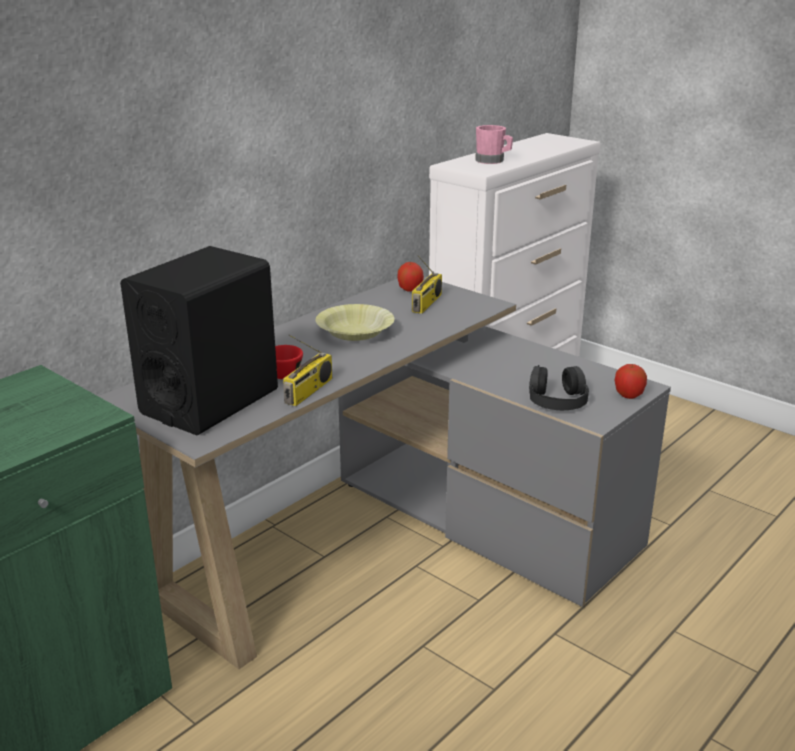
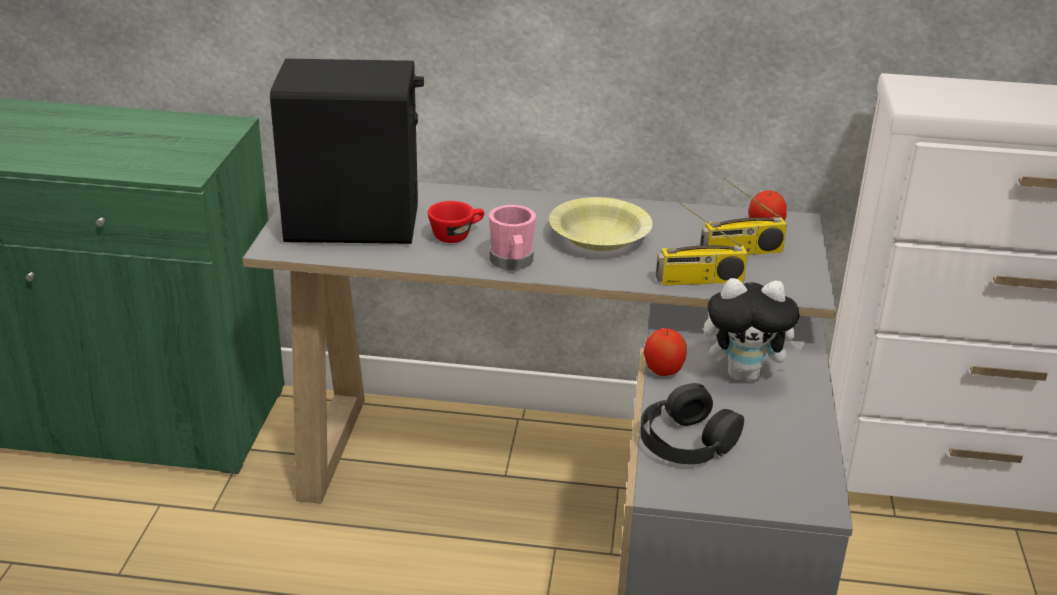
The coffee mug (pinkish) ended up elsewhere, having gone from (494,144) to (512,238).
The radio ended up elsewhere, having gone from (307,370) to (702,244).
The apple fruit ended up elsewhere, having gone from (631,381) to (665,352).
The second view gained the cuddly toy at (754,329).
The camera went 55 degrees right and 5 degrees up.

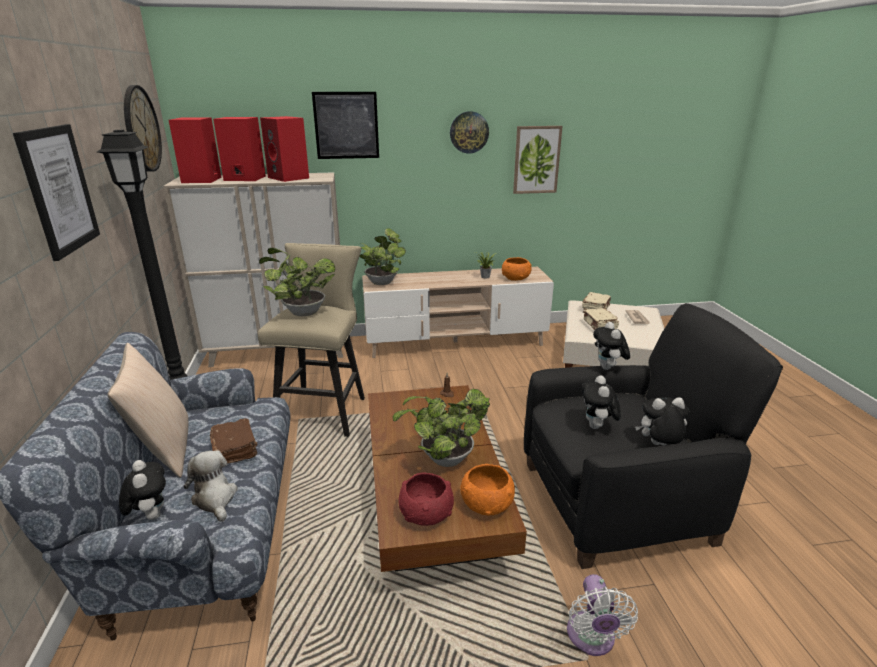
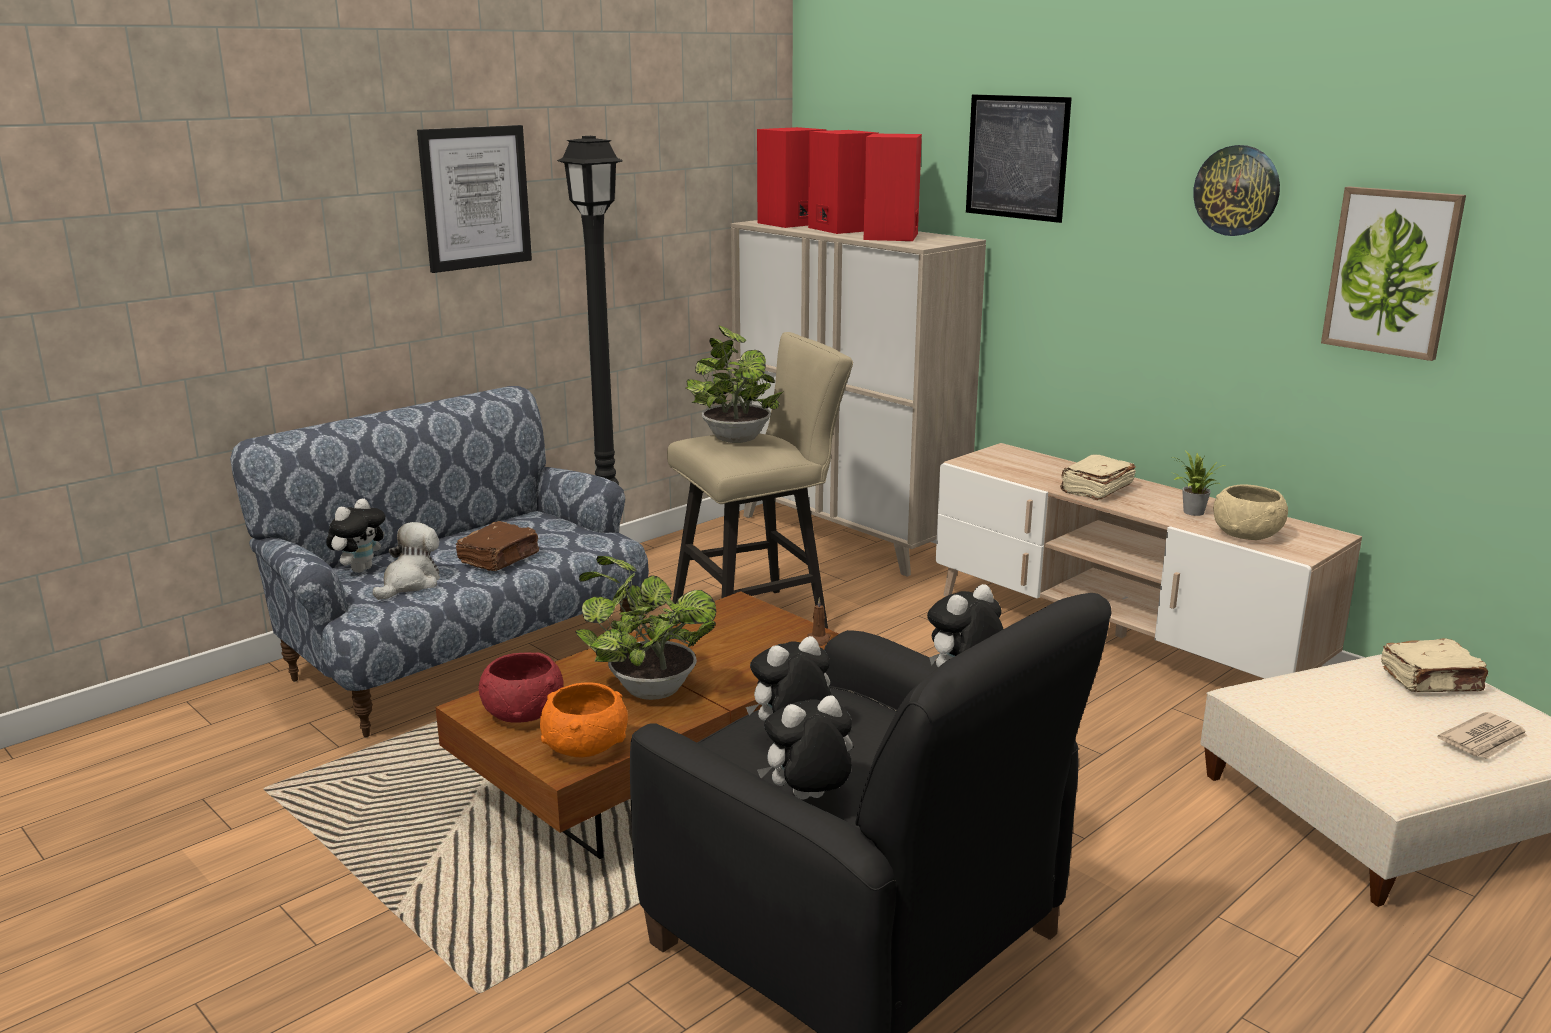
The second view lost the hanging clock at (143,128).
The second view lost the potted plant at (382,256).
What was the serving bowl (orange) at (517,269) turned into the serving bowl (beige-coloured) at (1250,512).
The bound book (beige-coloured) ended up elsewhere, having gone from (601,319) to (1098,477).
The second view lost the throw pillow (beige-coloured) at (148,410).
The cuddly toy at (662,421) ended up facing another way, 75 degrees counterclockwise from before.
The second view lost the electric fan (whitish) at (602,615).
The camera went 55 degrees right and 5 degrees down.

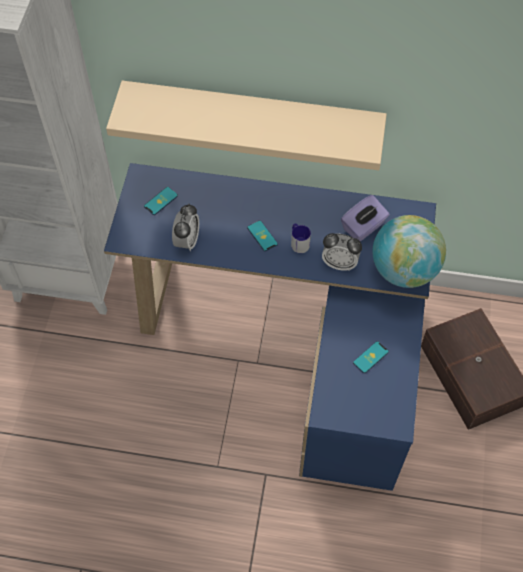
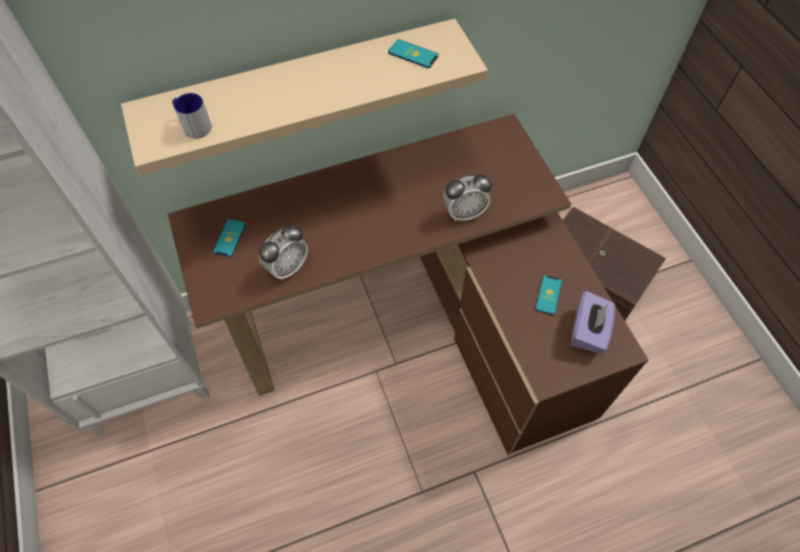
What was the desk (blue-coloured) at (270,327) turned into the desk (brown-coloured) at (408,284).
The tissue holder (purple) ended up elsewhere, having gone from (365,218) to (593,322).
The bedside clock at (185,227) ended up facing another way, 60 degrees clockwise from before.
The second view lost the desk globe at (409,251).
The handset ended up elsewhere, having gone from (262,235) to (413,53).
The coffee mug ended up elsewhere, having gone from (301,238) to (192,116).
The camera went 30 degrees left and 0 degrees up.

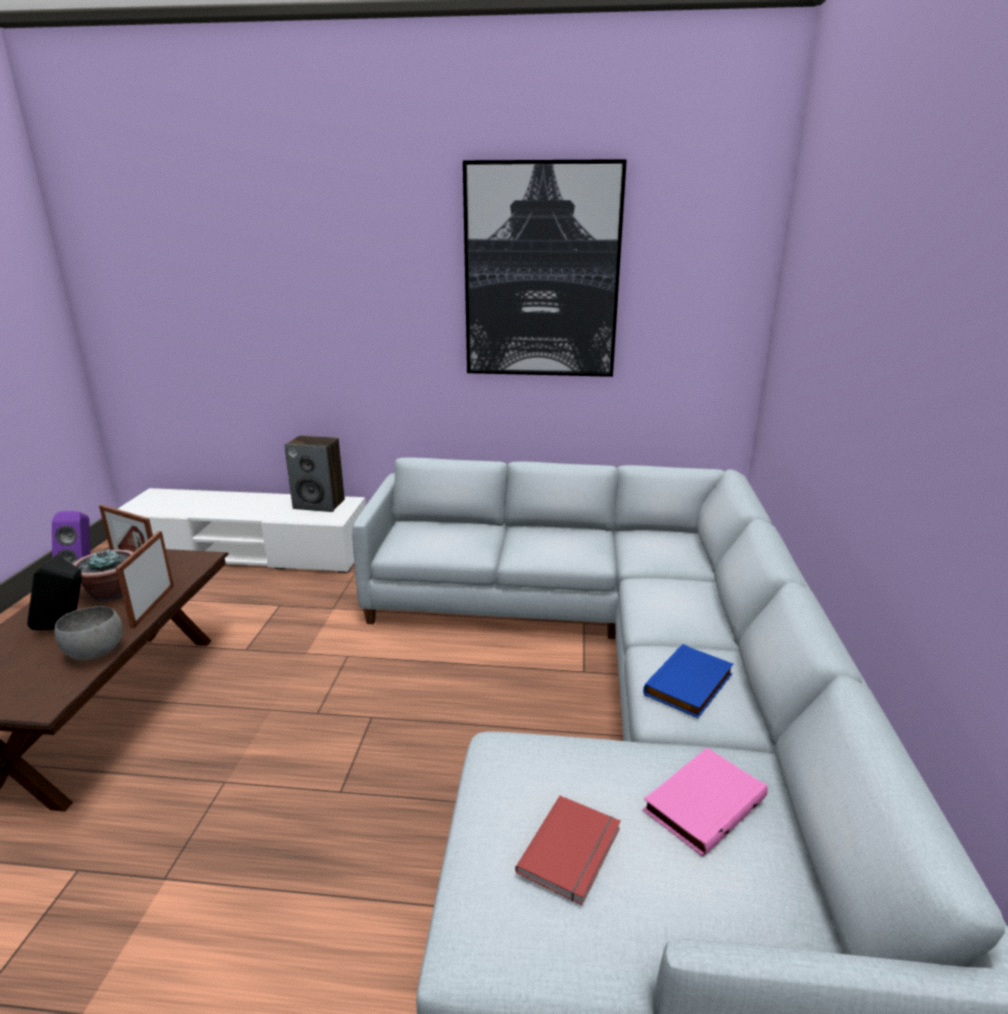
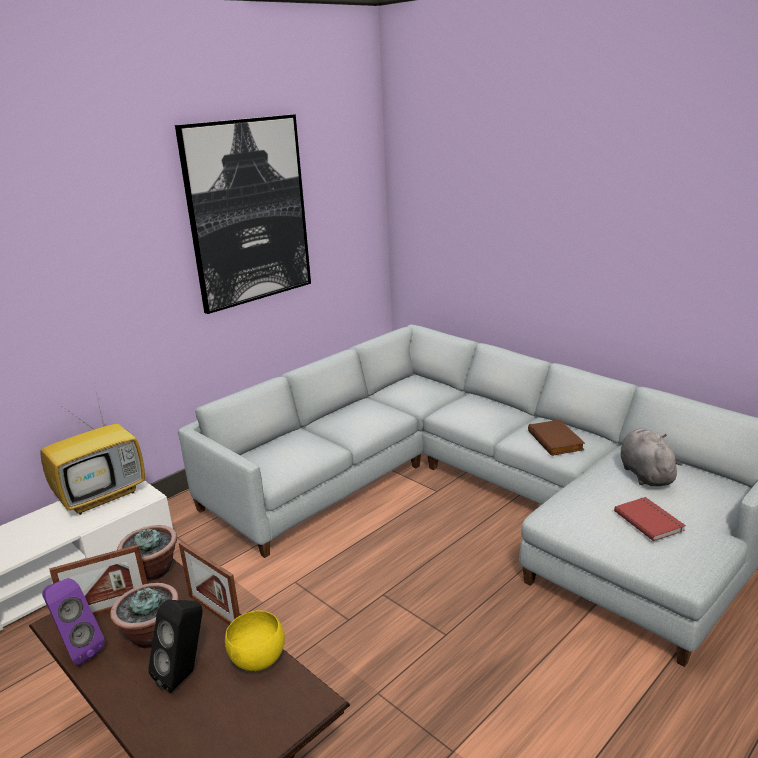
Where the loudspeaker stood at (314,474), the television came to stand at (92,452).
What was the serving bowl (grey) at (88,633) turned into the serving bowl (yellow-coloured) at (255,640).
What was the bound book (blue-coloured) at (688,681) turned into the bound book (brown-coloured) at (556,438).
Where the bound book (pinkish) stood at (705,802), the cuddly toy (grey) came to stand at (651,457).
The second view gained the potted plant at (147,553).
The camera went 50 degrees left and 0 degrees up.

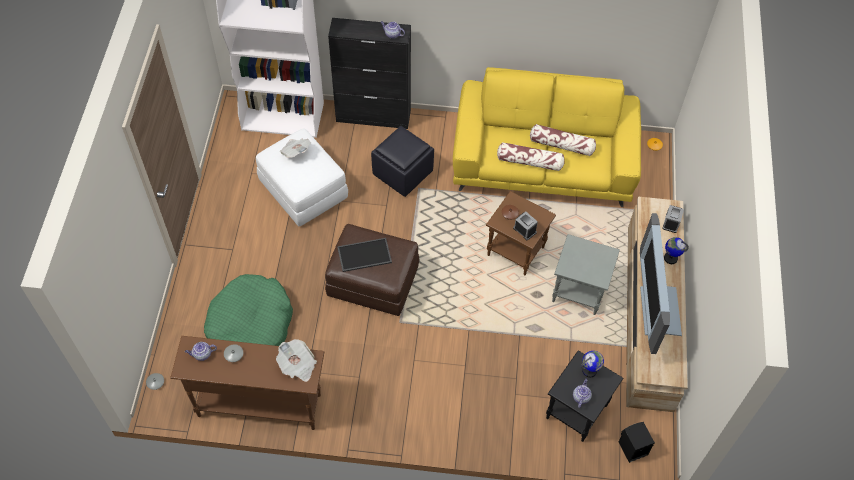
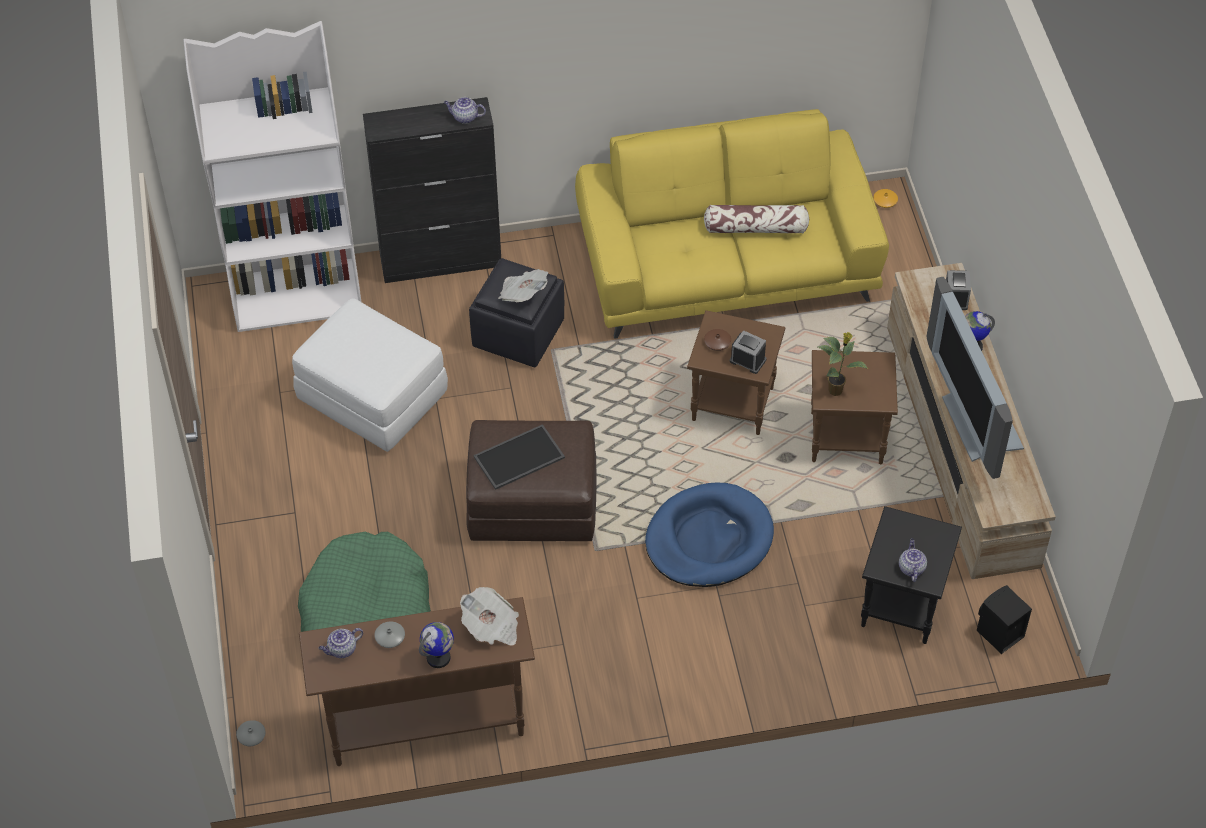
The daily paper ended up elsewhere, having gone from (295,148) to (523,285).
The second view lost the throw pillow at (531,157).
What was the accent table (grey) at (586,274) turned into the accent table (brown-coloured) at (854,407).
The desk globe ended up elsewhere, having gone from (592,364) to (436,645).
The second view gained the potted plant at (842,364).
The second view gained the pet bed (blue-coloured) at (709,535).
The camera went 15 degrees left and 5 degrees down.

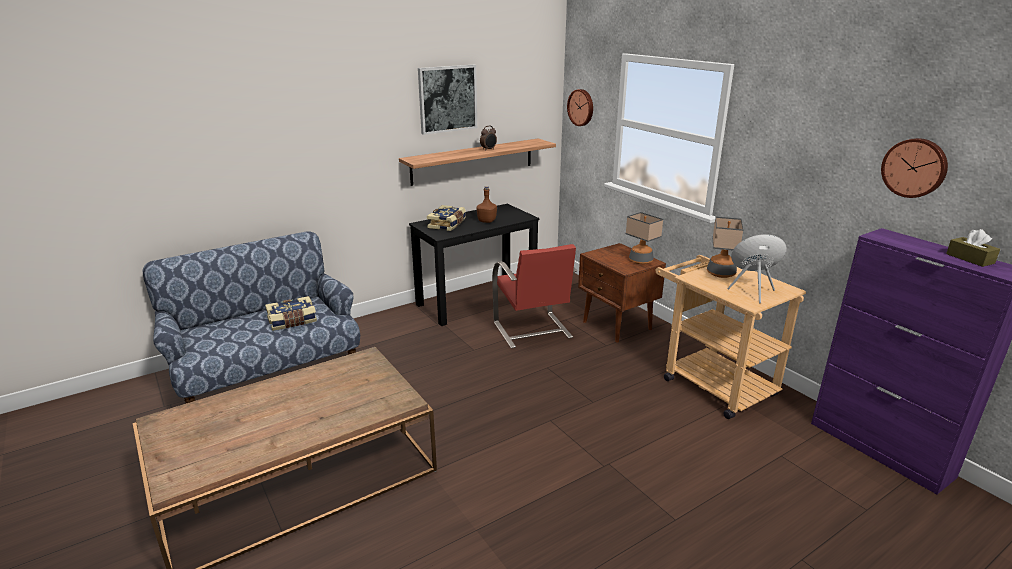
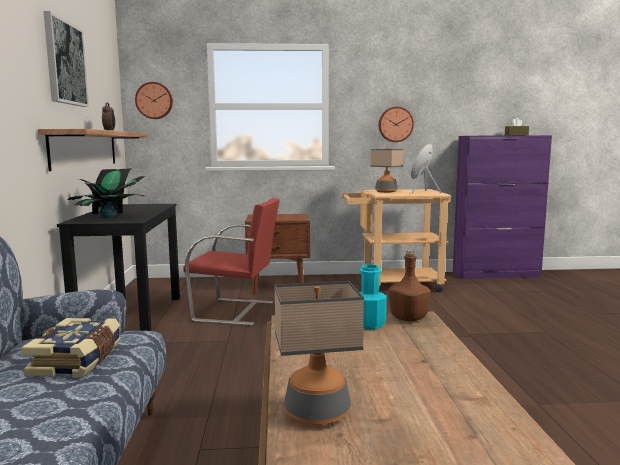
The hanging clock ended up elsewhere, having gone from (914,168) to (396,124).
The bottle (brown-coloured) ended up elsewhere, having gone from (487,204) to (410,286).
Where the bound book stood at (446,218), the potted plant came to stand at (106,193).
The lamp for a table ended up elsewhere, having gone from (644,238) to (319,353).
The second view gained the bottle (turquoise) at (373,296).
The camera went 60 degrees left and 15 degrees down.

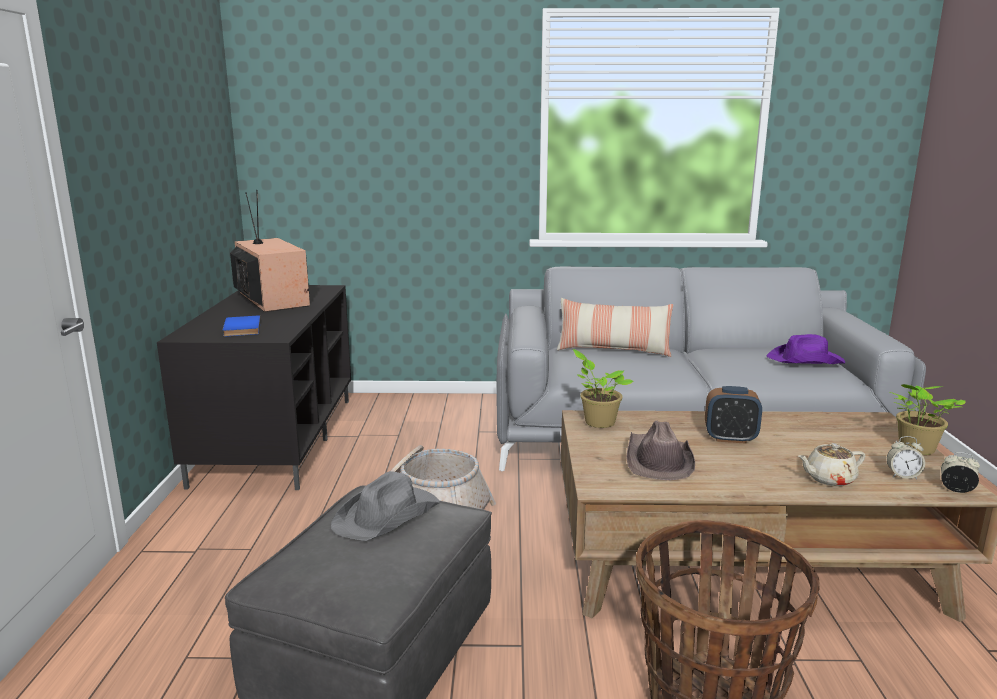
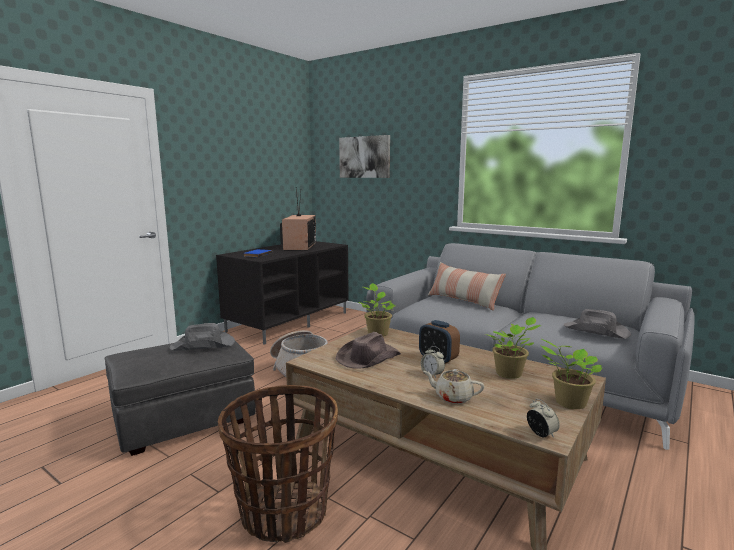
What was the clothing hat (purple) at (806,349) turned into the clothing hat (grey) at (597,324).
The bedside clock ended up elsewhere, having gone from (906,457) to (433,362).
The second view gained the picture at (364,156).
The second view gained the potted plant at (513,348).
The camera went 35 degrees right and 5 degrees down.

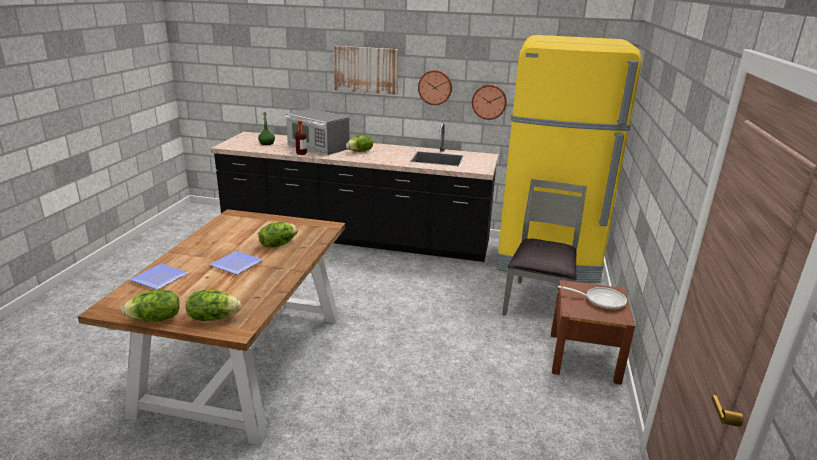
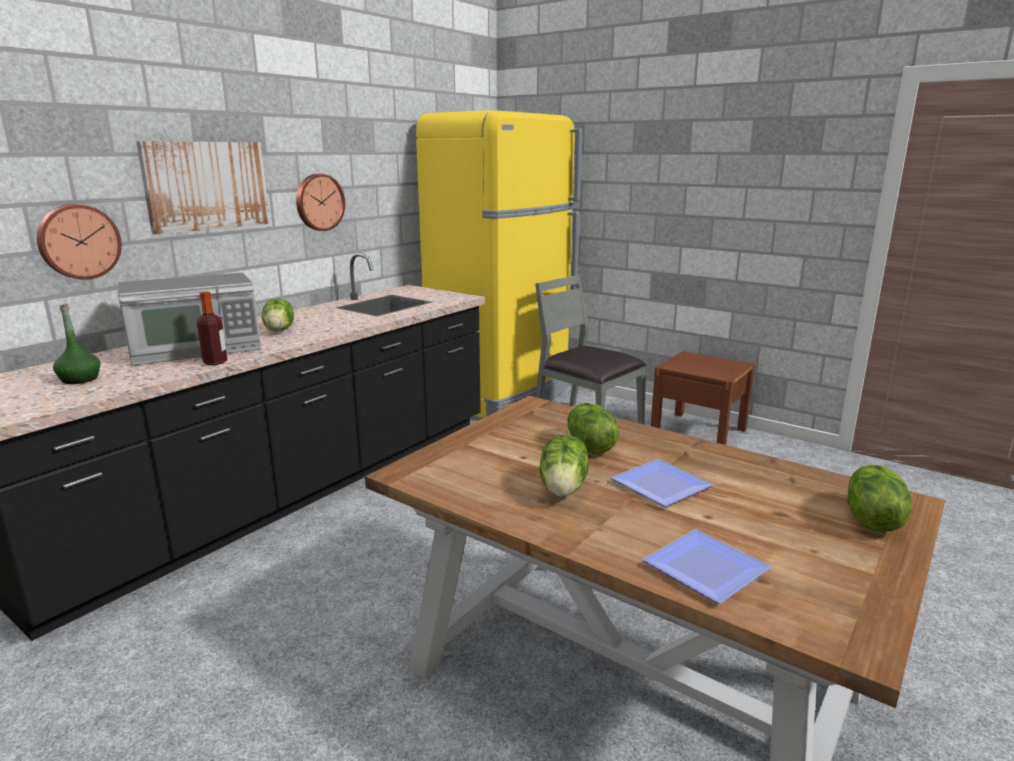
The hanging clock ended up elsewhere, having gone from (489,102) to (79,242).
The second view lost the pan at (592,298).
The lettuce ended up elsewhere, having gone from (151,306) to (564,466).
The camera went 65 degrees left and 5 degrees down.

